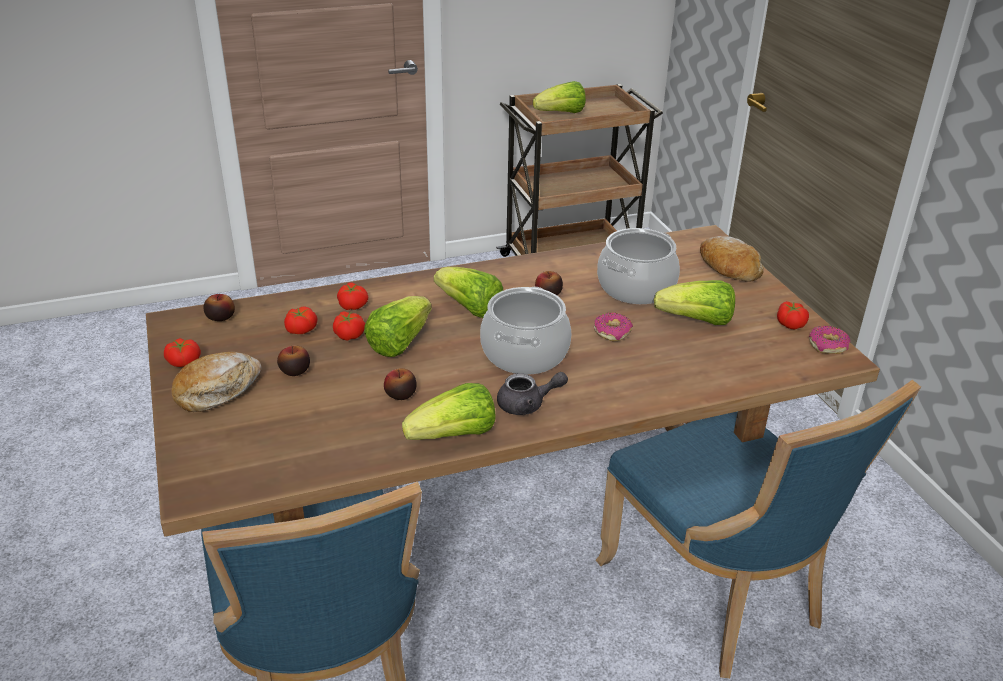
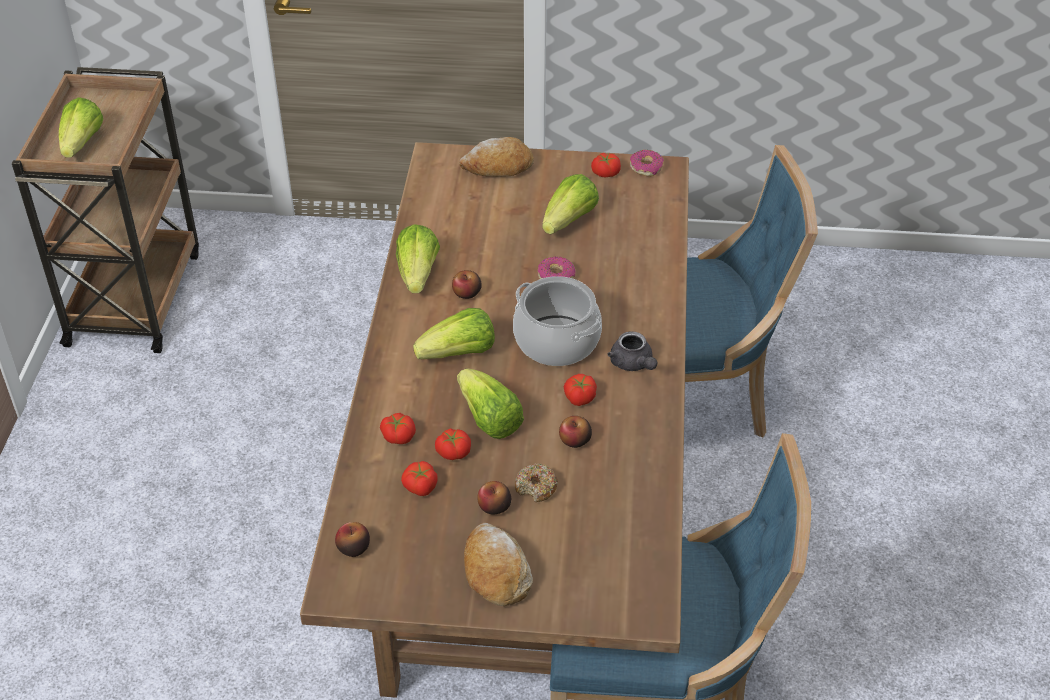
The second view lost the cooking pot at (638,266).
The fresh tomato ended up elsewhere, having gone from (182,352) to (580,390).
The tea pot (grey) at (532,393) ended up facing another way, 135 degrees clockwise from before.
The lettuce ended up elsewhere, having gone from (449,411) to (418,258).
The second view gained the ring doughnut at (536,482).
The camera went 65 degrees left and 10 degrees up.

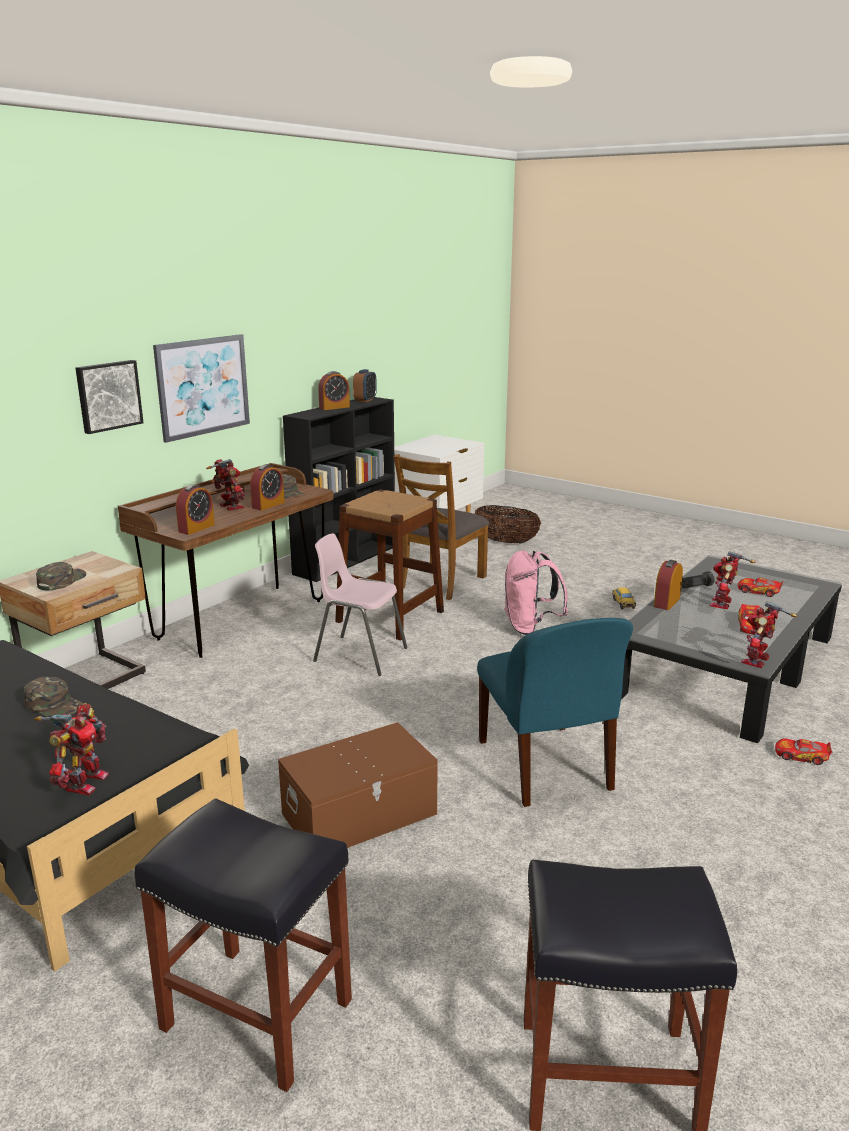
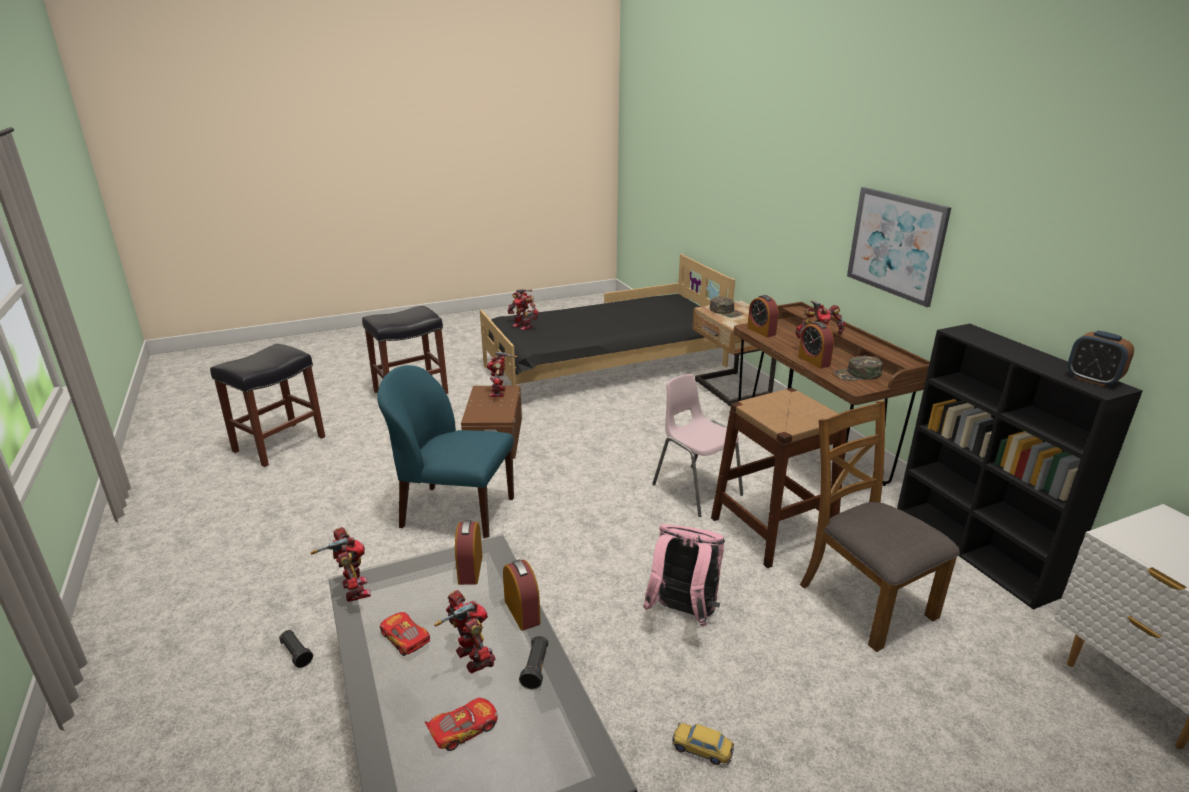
The second view lost the picture at (109,397).
The bedside clock ended up elsewhere, having gone from (334,390) to (468,552).
The second view lost the storage basket at (508,524).
The upright chair (pinkish) at (360,604) ended up facing another way, 90 degrees counterclockwise from before.
The second view lost the baseball cap (green-coloured) at (54,697).
Where the miniature car stood at (803,751), the torch (black-coloured) came to stand at (296,649).
The second view gained the model robot at (502,374).
The camera went 120 degrees right and 5 degrees up.

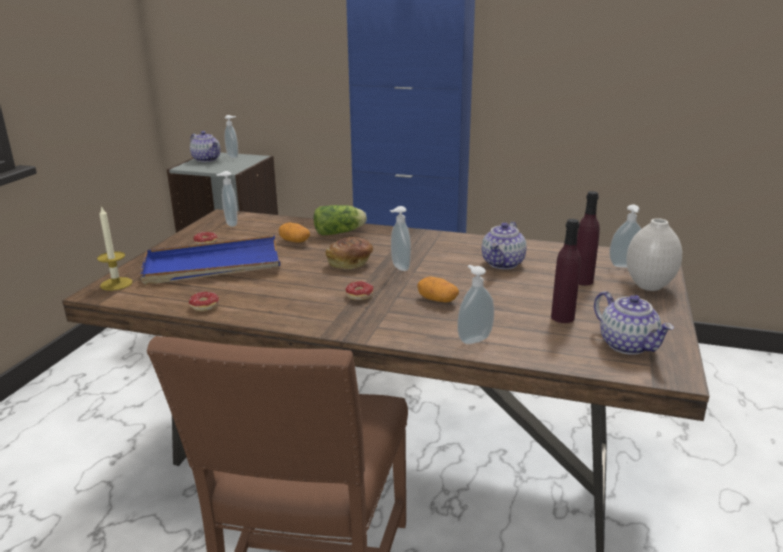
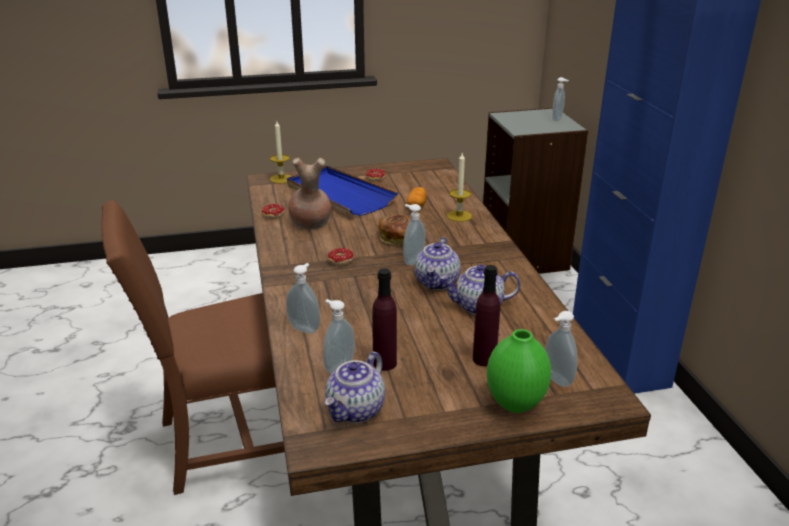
The tea pot ended up elsewhere, having gone from (205,146) to (438,263).
The liquid soap bottle ended up elsewhere, having gone from (226,199) to (339,336).
Where the lettuce stood at (340,220), the wax candle came to stand at (459,187).
What was the flower vase (whitish) at (654,254) turned into the flower vase (green-coloured) at (519,371).
The second view lost the whole potato at (438,289).
The second view gained the flower vase (brown-coloured) at (309,193).
The camera went 60 degrees right and 5 degrees up.

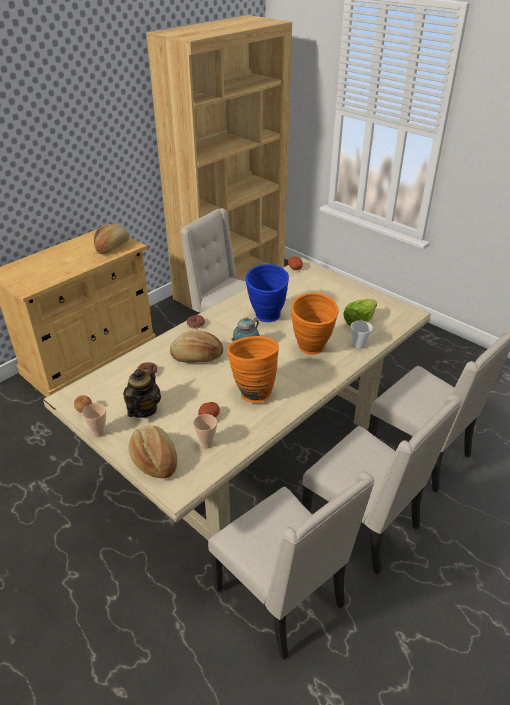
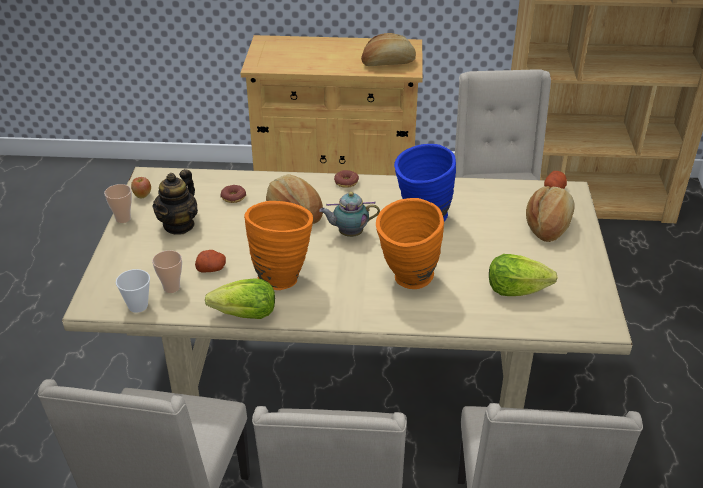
The drinking cup ended up elsewhere, having gone from (362,334) to (133,291).
The tea pot at (142,391) ended up facing another way, 135 degrees clockwise from before.
The bread ended up elsewhere, having gone from (153,452) to (550,214).
The second view gained the lettuce at (240,298).
The camera went 50 degrees right and 0 degrees up.

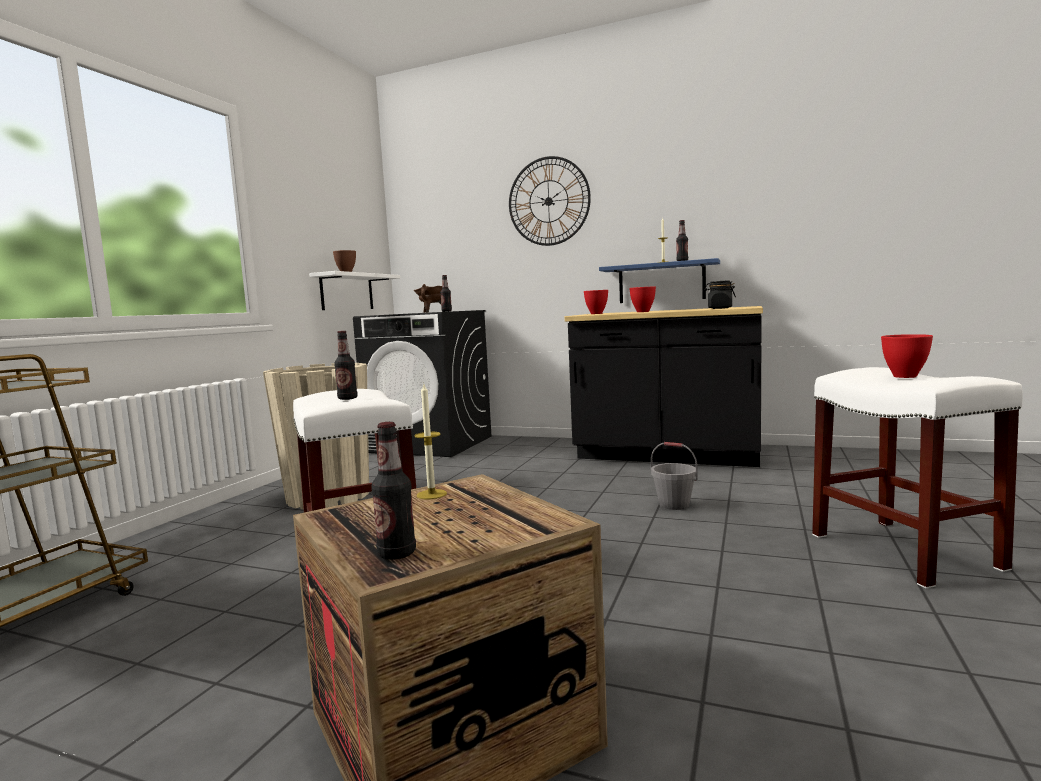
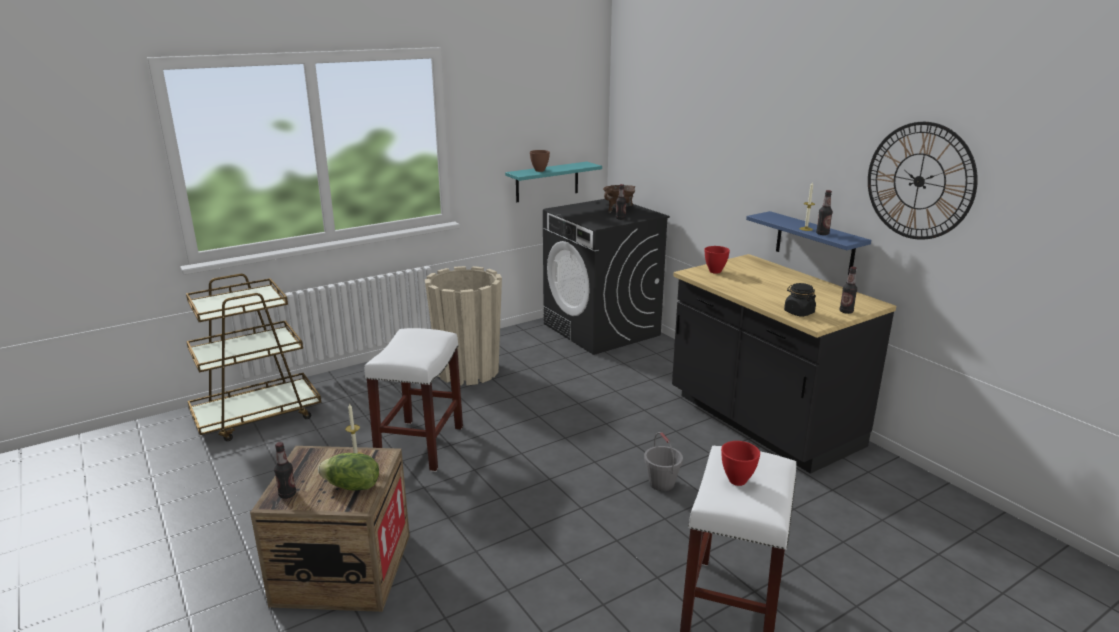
The hanging clock ended up elsewhere, having gone from (550,201) to (923,181).
What was the wall shelf (whitish) at (354,290) turned into the wall shelf (turquoise) at (553,182).
The second view lost the serving bowl (red-coloured) at (642,299).
The bottle ended up elsewhere, having gone from (345,365) to (848,290).
The second view gained the lettuce at (348,471).
The camera went 35 degrees right and 15 degrees up.

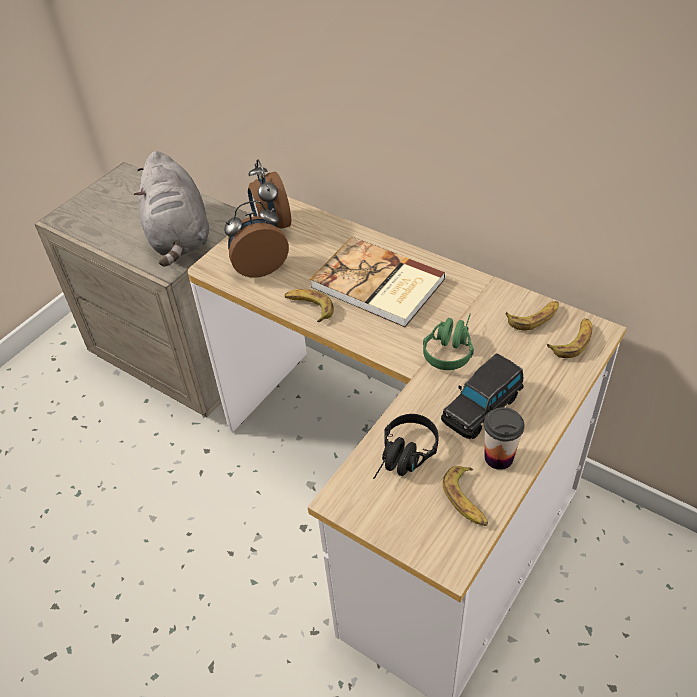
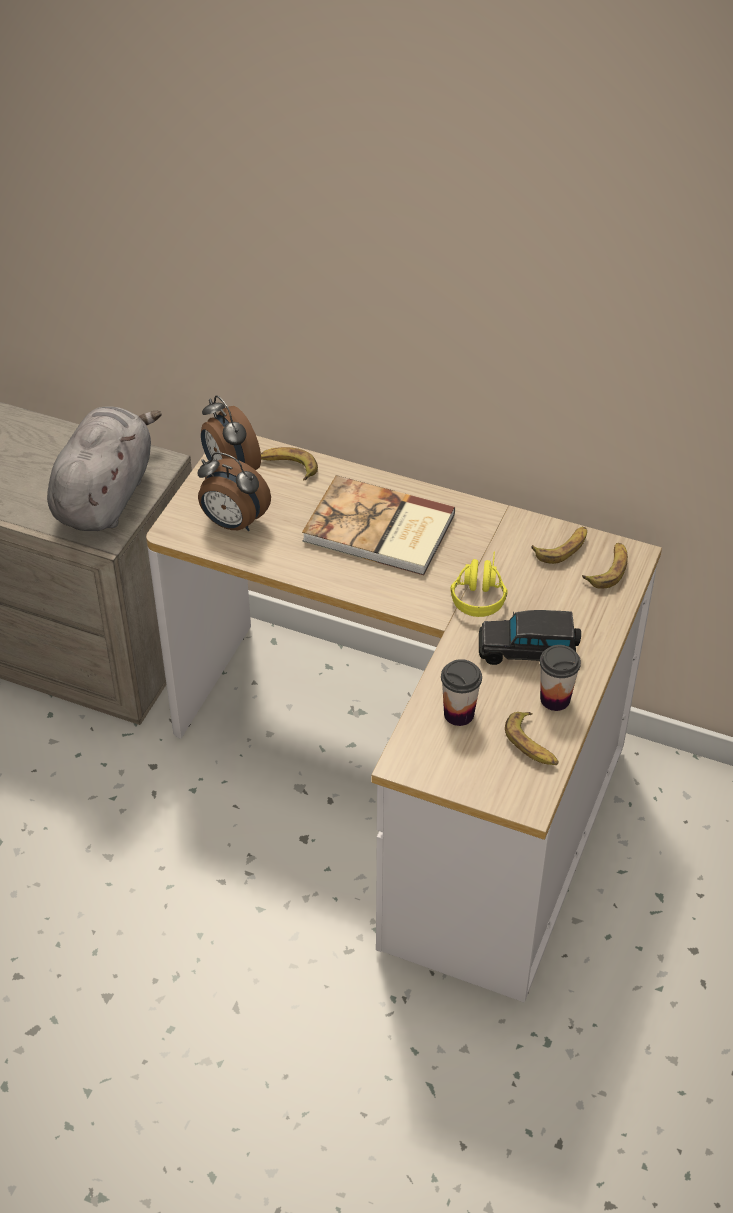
The cuddly toy (grey) at (171,209) ended up facing another way, 135 degrees counterclockwise from before.
The bedside clock at (256,239) ended up facing another way, 120 degrees counterclockwise from before.
The whole banana ended up elsewhere, having gone from (309,305) to (289,463).
What was the pair of headphones (green-coloured) at (448,342) turned into the pair of headphones (yellow-coloured) at (479,584).
The miniature car (black-coloured) at (482,396) ended up facing another way, 60 degrees clockwise from before.
Where the pair of headphones (black-coloured) stood at (405,446), the drinking cup came to stand at (461,692).
The camera went 15 degrees left and 0 degrees up.

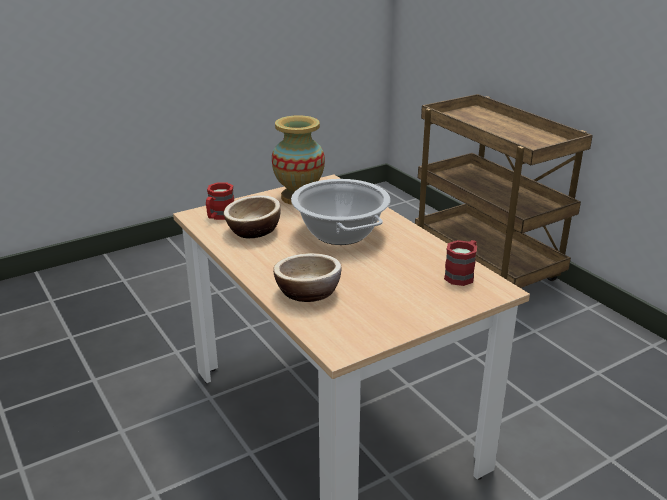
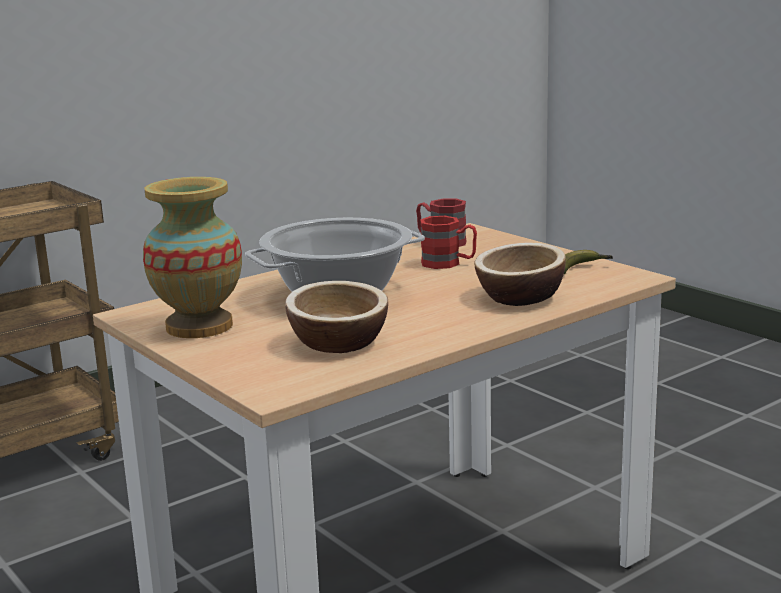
The coffee mug (red-coloured) ended up elsewhere, having gone from (220,201) to (448,242).
The second view gained the whole banana at (588,262).
The camera went 95 degrees left and 10 degrees down.

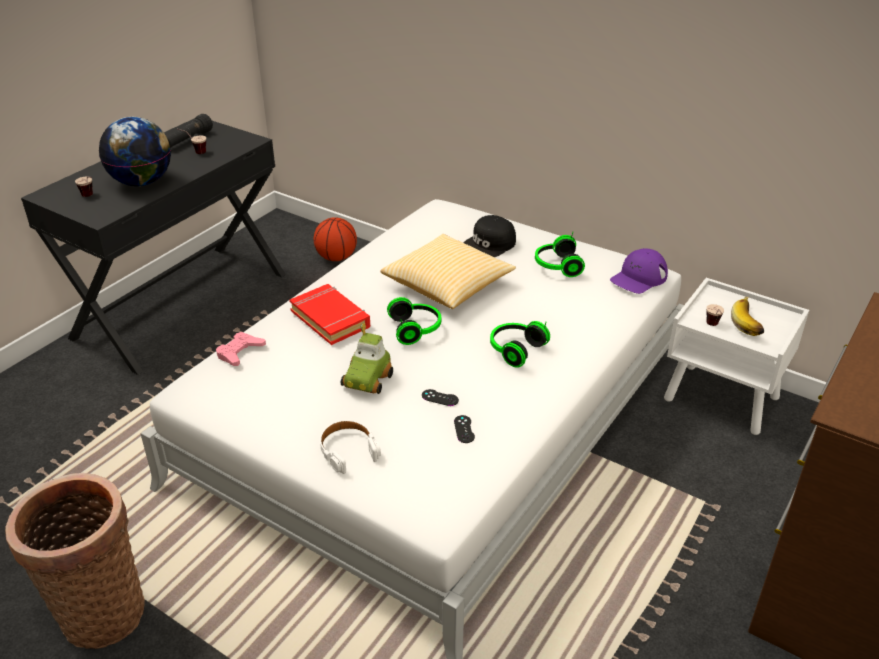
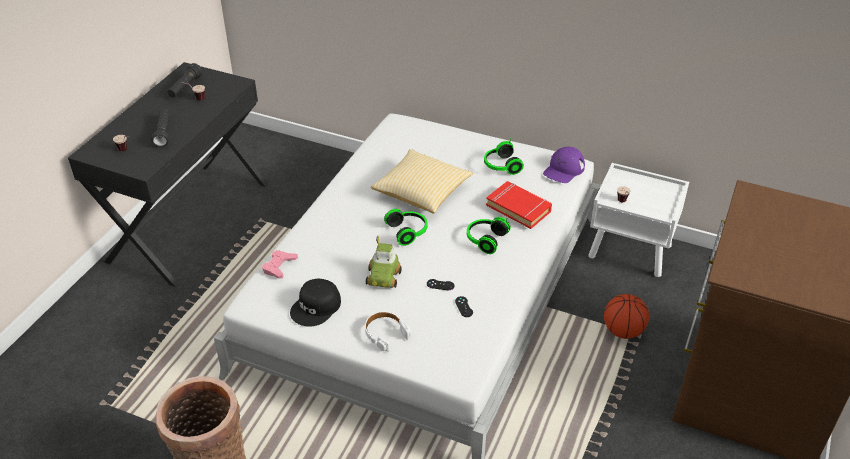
Where the desk globe stood at (135,151), the torch (black-coloured) came to stand at (160,127).
The baseball cap (black-coloured) ended up elsewhere, having gone from (490,236) to (315,303).
The basketball ball ended up elsewhere, having gone from (335,239) to (626,316).
The bound book (red-coloured) ended up elsewhere, having gone from (329,314) to (519,205).
The second view lost the whole banana at (747,316).
The camera went 10 degrees left and 5 degrees up.

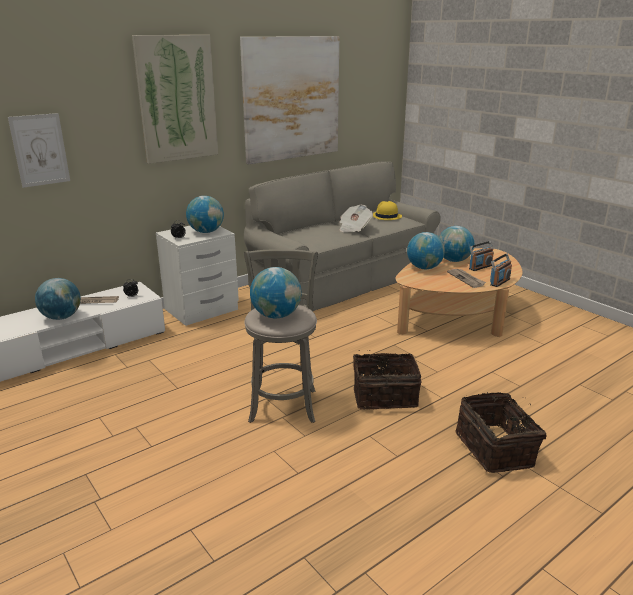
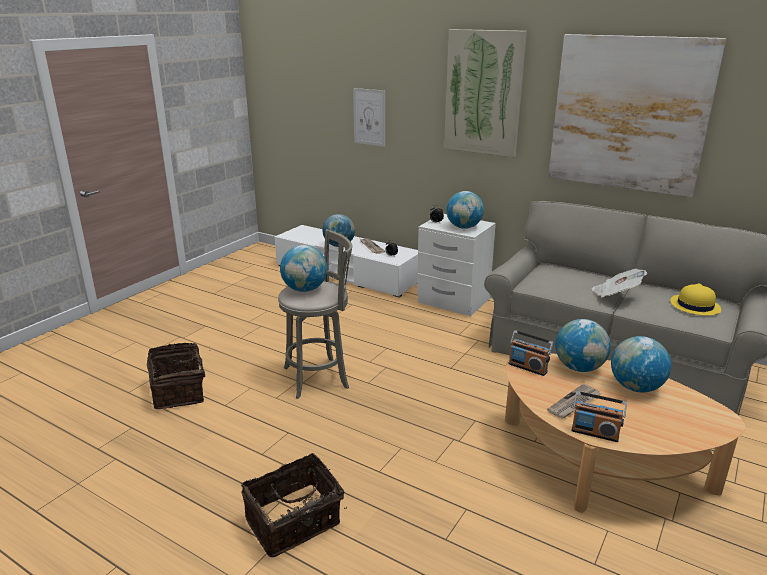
The radio ended up elsewhere, having gone from (481,256) to (531,353).
The storage basket ended up elsewhere, having gone from (387,380) to (179,376).
The camera went 70 degrees right and 0 degrees up.

